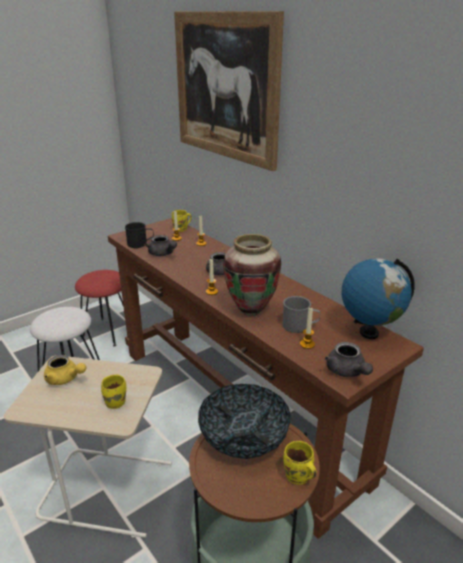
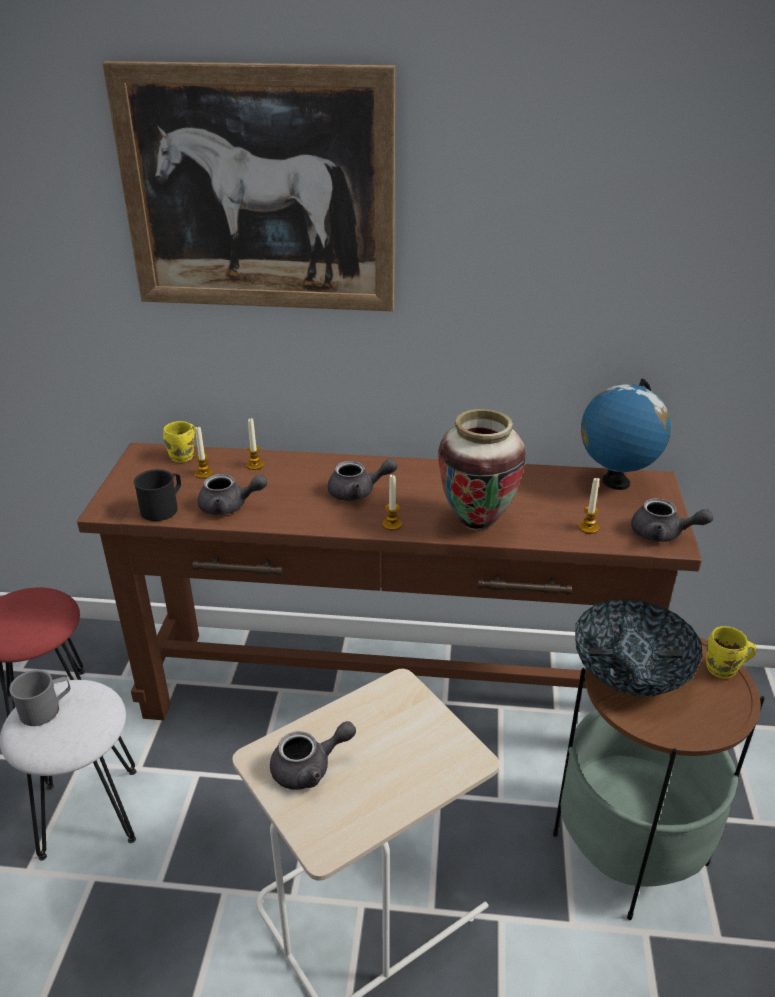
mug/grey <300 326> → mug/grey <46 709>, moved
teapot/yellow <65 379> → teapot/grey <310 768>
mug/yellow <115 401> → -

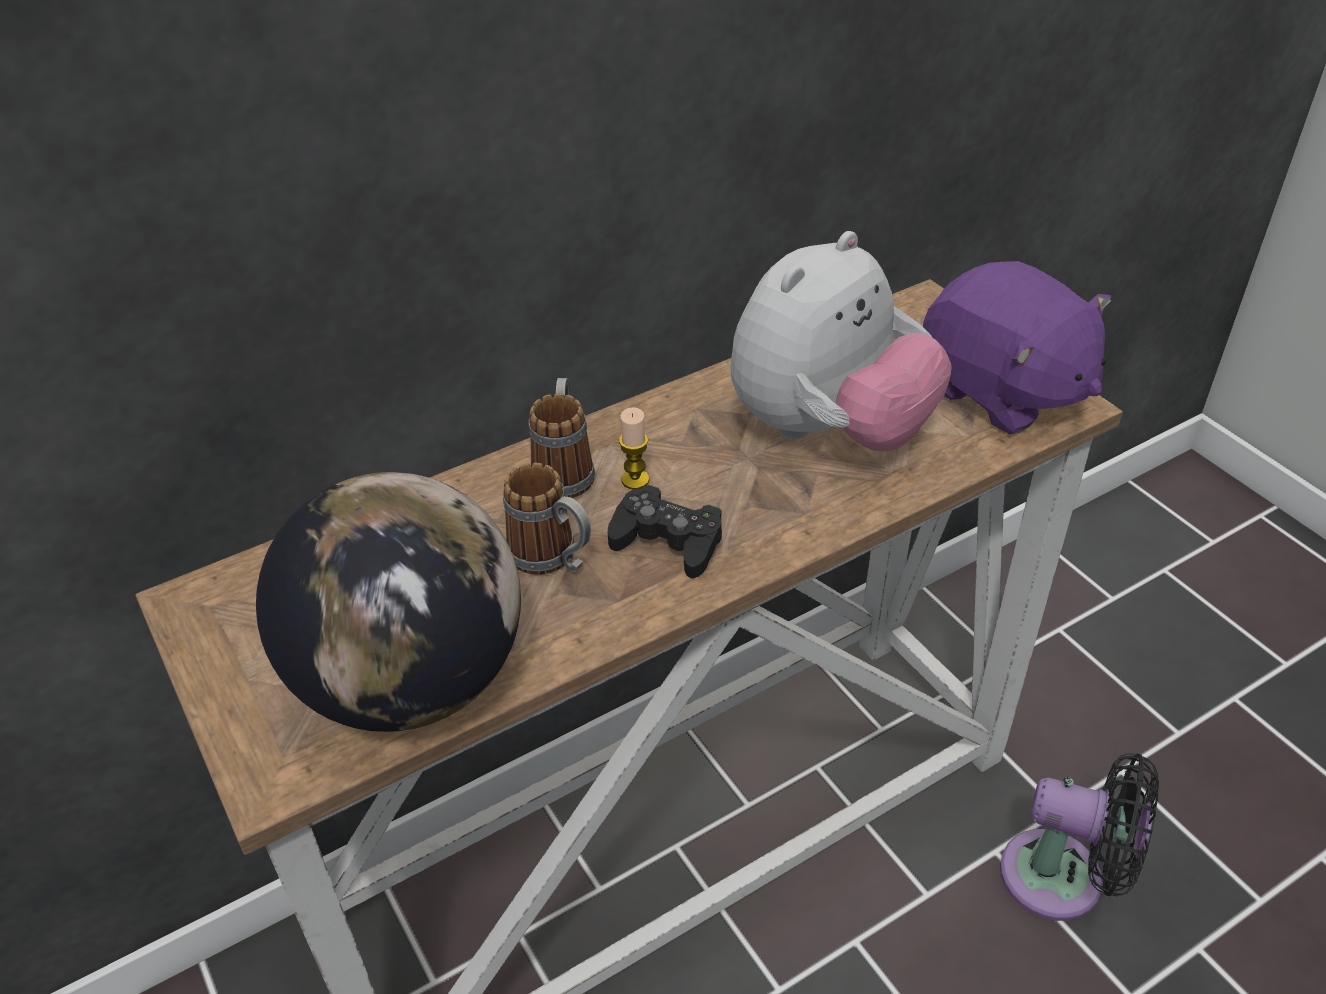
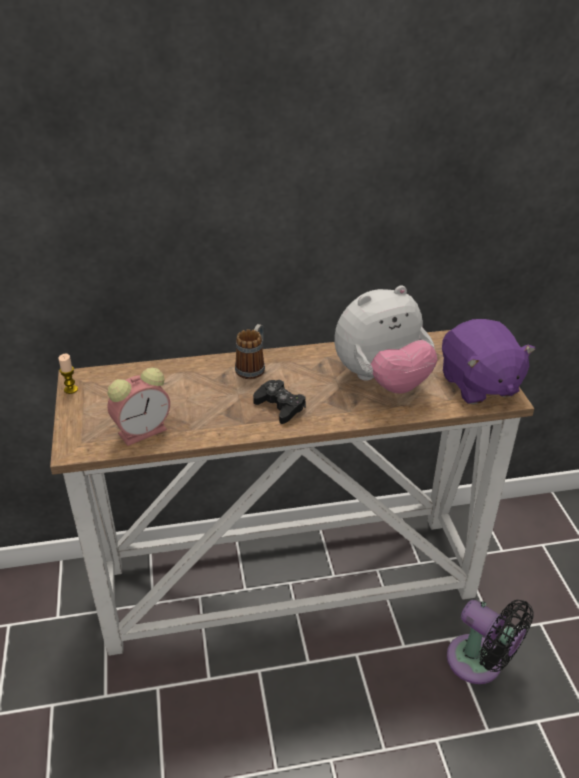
candle <635 480> → candle <71 389>, moved
globe <412 682> → alarm clock <144 430>
mug <553 559> → -

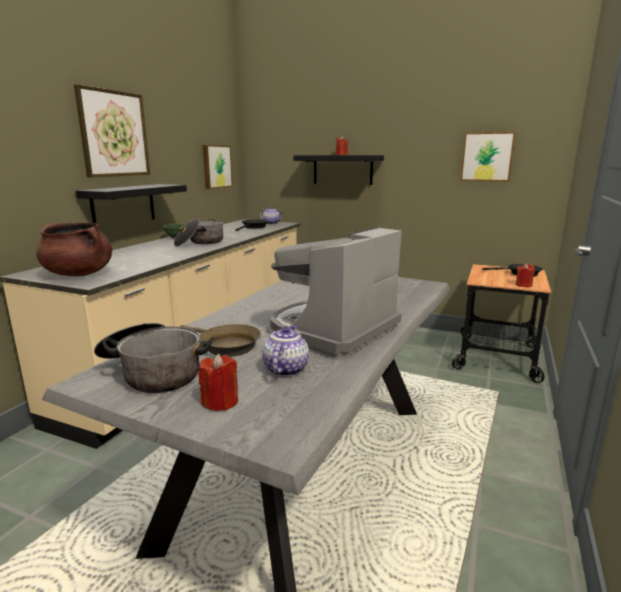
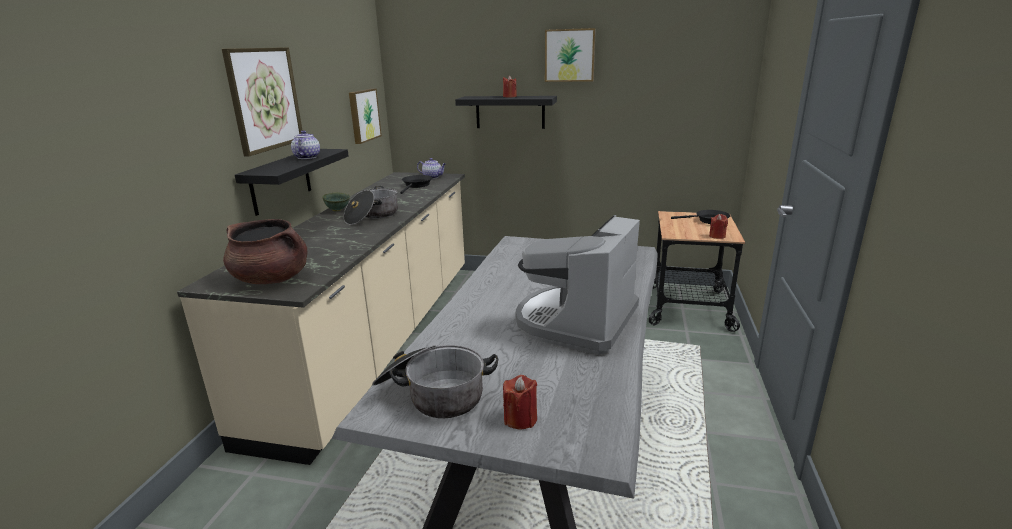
teapot <285 369> → teapot <307 157>, moved
picture <487 156> → picture <569 55>, moved
frying pan/brown <226 346> → -

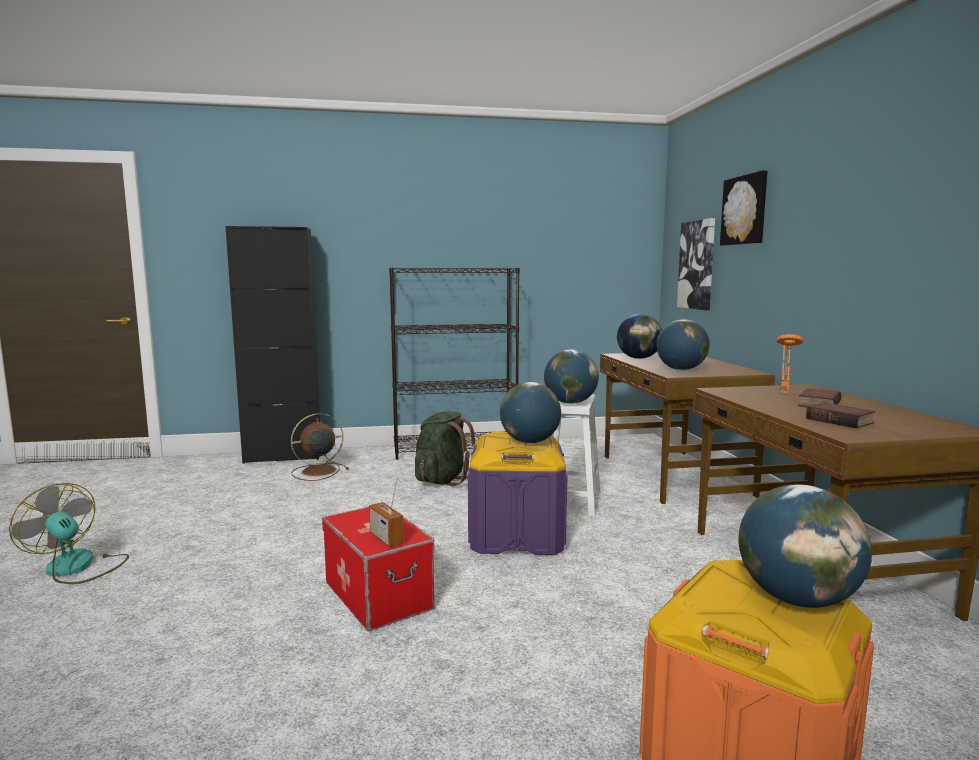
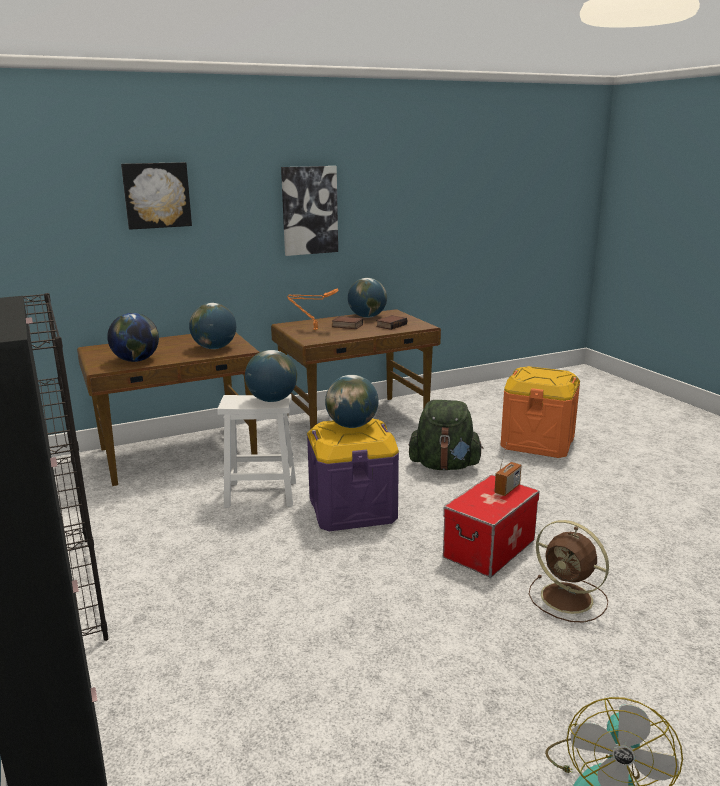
picture <697 265> → picture <309 210>, moved
globe <796 599> → globe <367 317>, moved
backpack/green <443 480> → backpack/green <444 466>, moved
fan/brown <317 471> → fan/brown <569 599>, moved

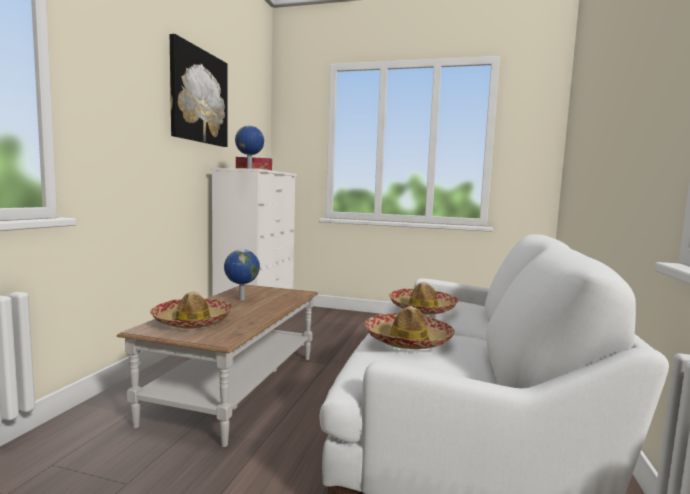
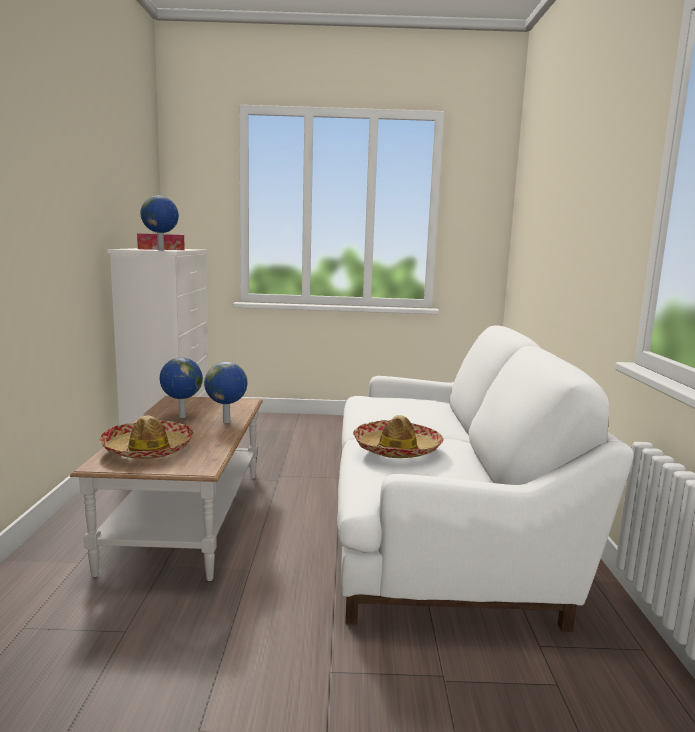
- → globe <227 422>
picture <198 96> → -
hat <422 308> → -

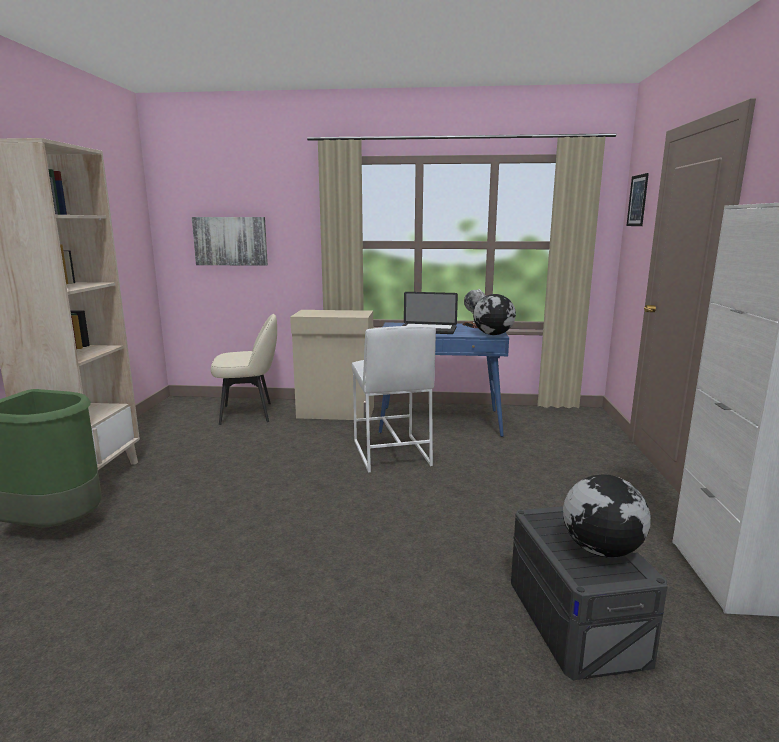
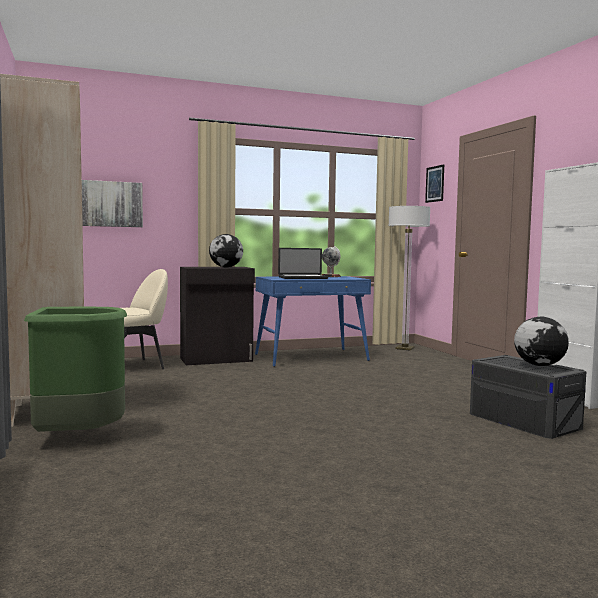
cabinet/beige <336 413> → cabinet/black <217 360>
globe <493 335> → globe <226 267>, moved
- → floor lamp <405 348>
stool/white <390 453> → -

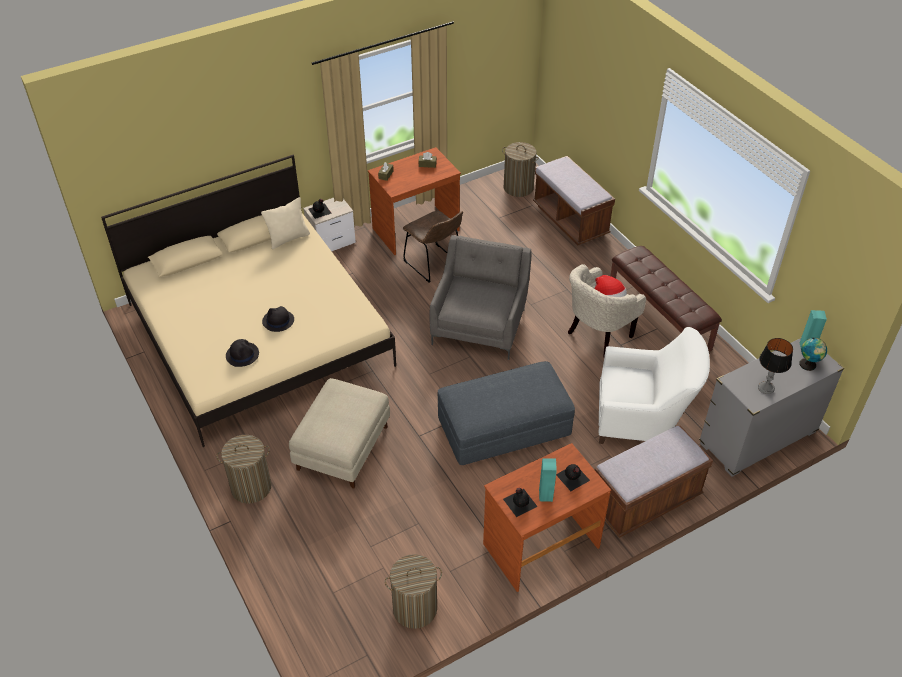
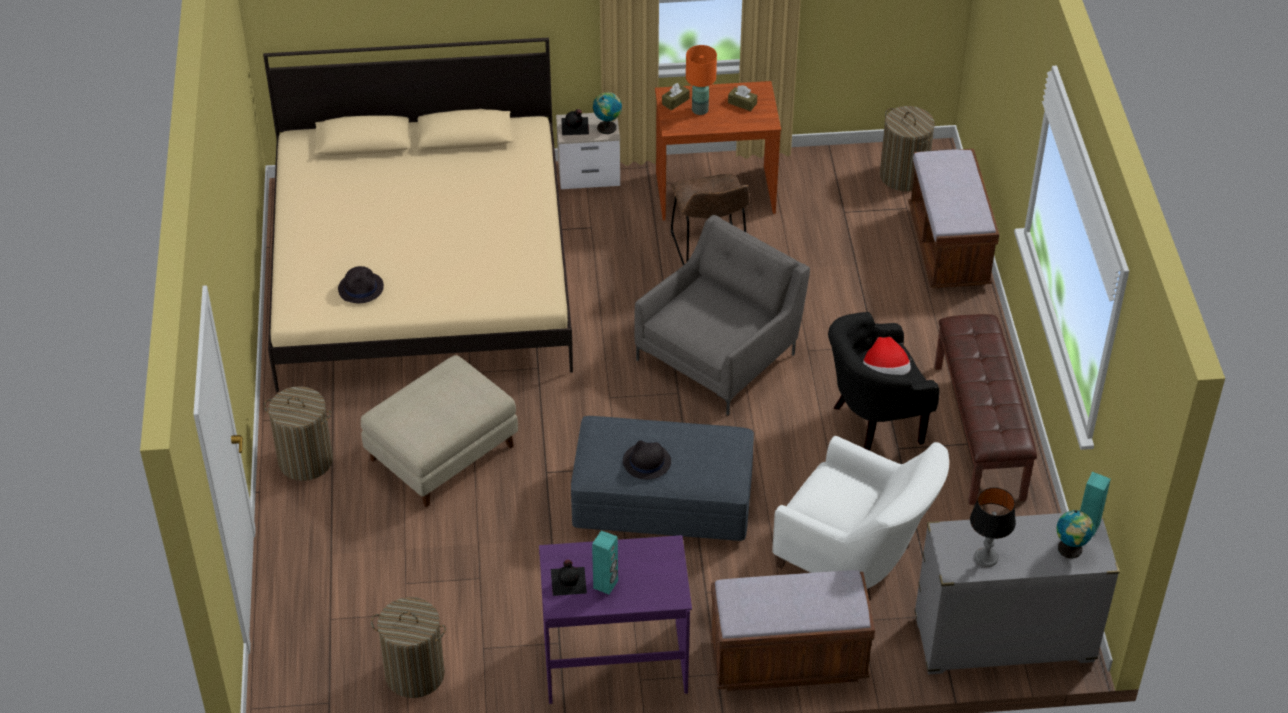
desk/brown <540 544> → desk/purple <615 661>
- → globe <607 127>
hat/black <278 321> → hat/black <646 462>, moved
- → table lamp/orange <700 109>
armchair/beige <597 336> → armchair/black <872 425>
pillow/beige <288 238> → -
bottle/black <572 478> → -

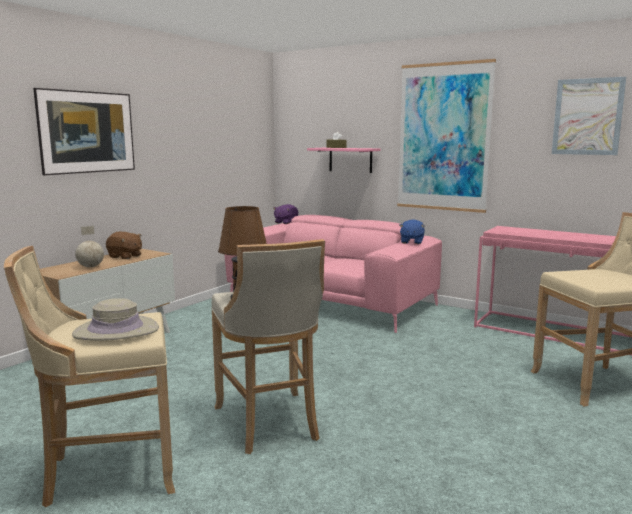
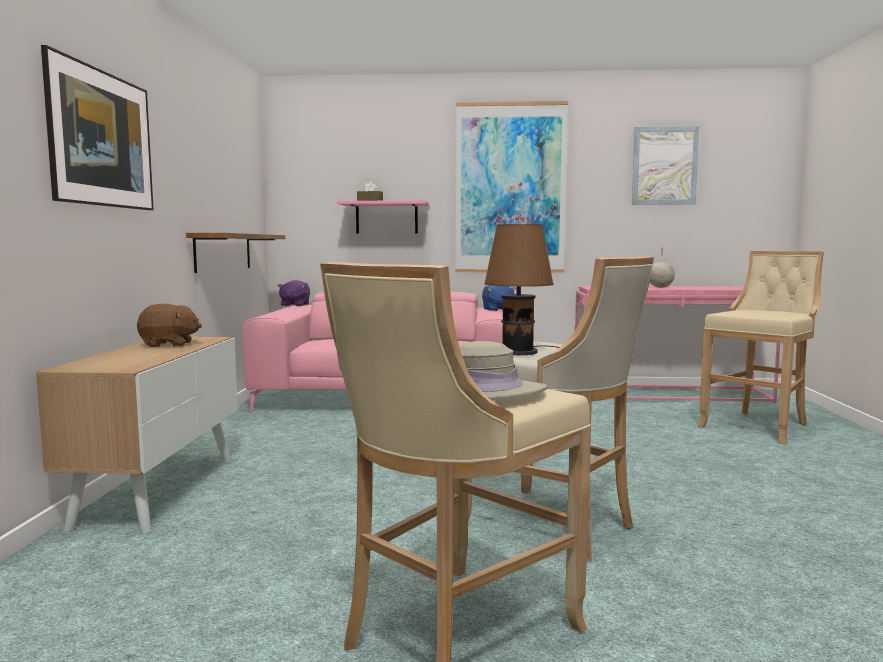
- → shelf <223 252>
globe <90 267> → globe <660 287>, moved

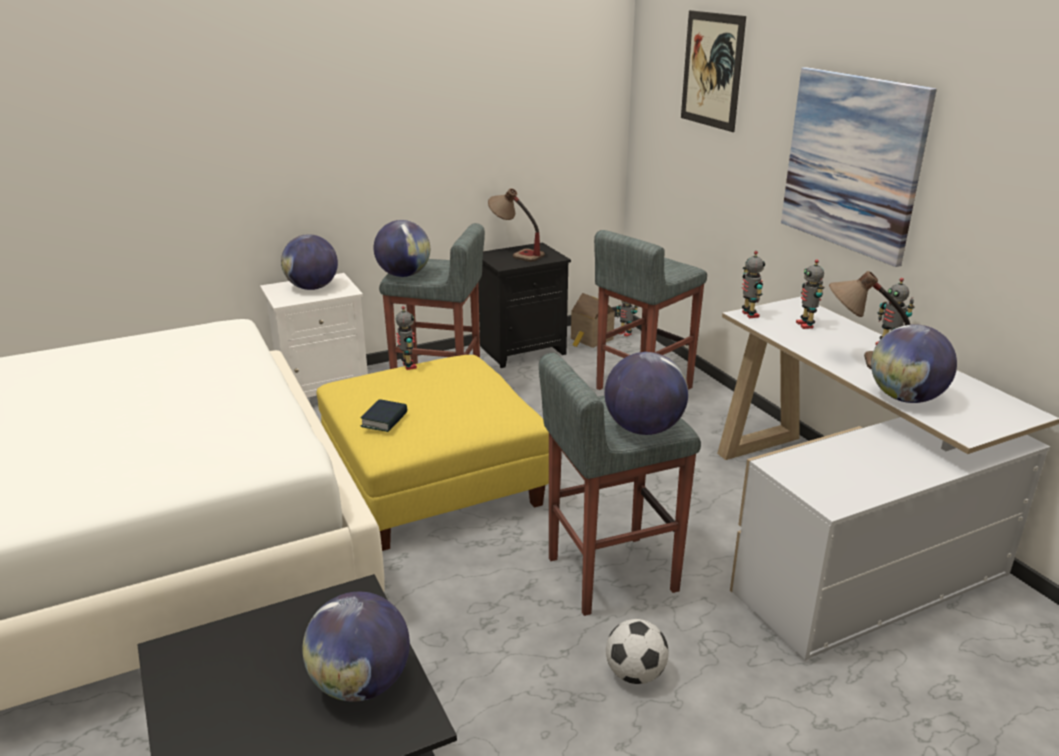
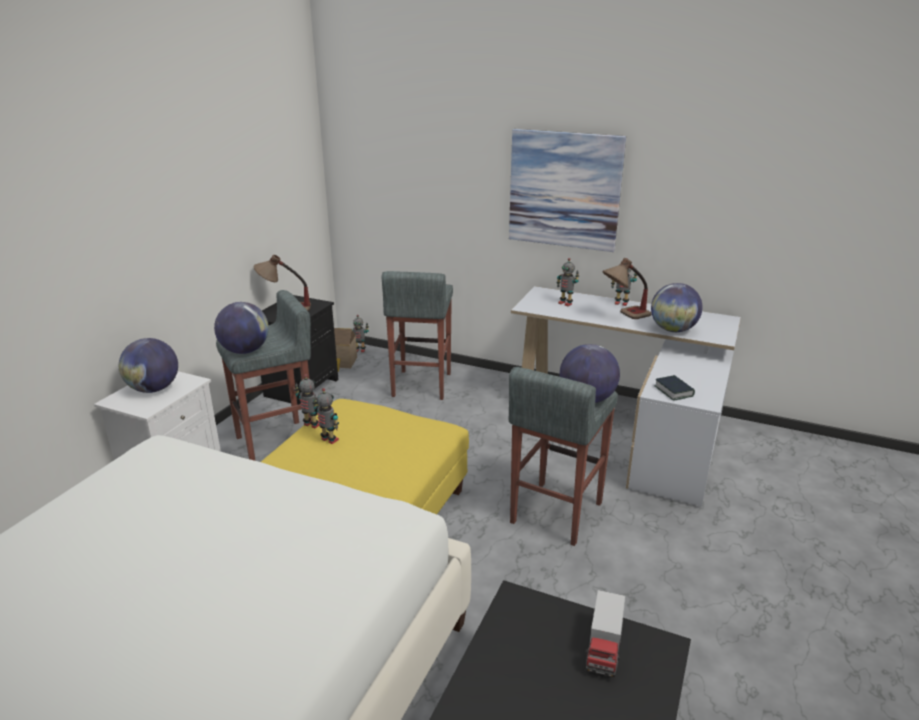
toy robot <749 315> → toy robot <329 440>, moved
globe <361 684> → toy truck <603 649>
book <384 420> → book <673 391>, moved
football <635 674> → -
picture <712 70> → -

